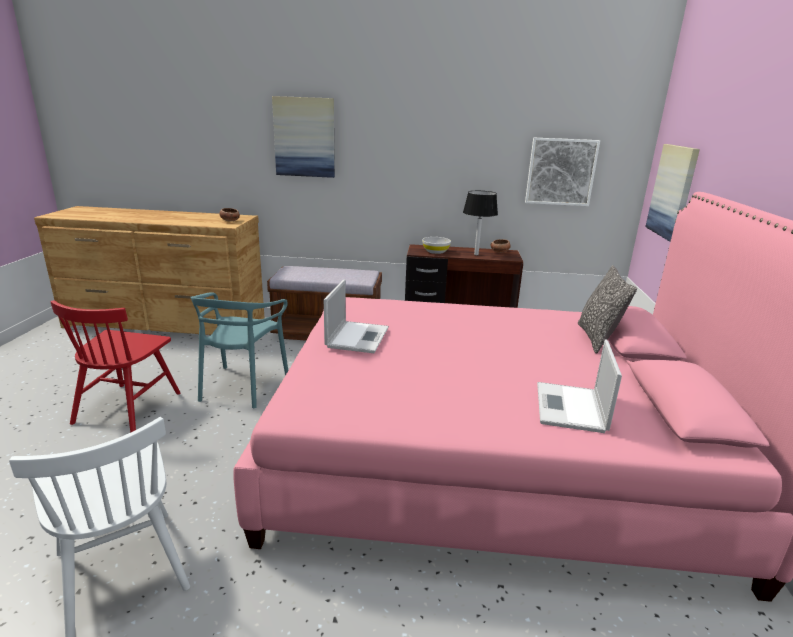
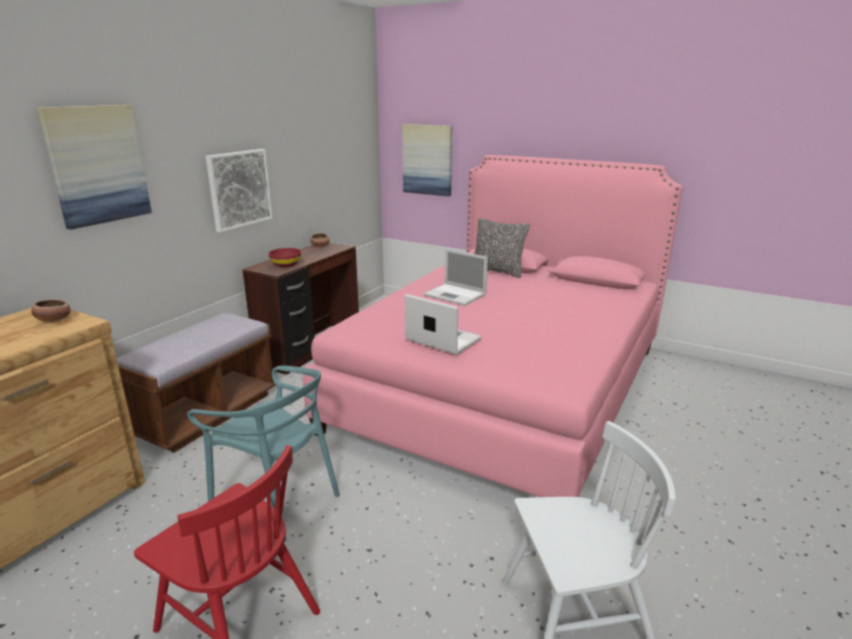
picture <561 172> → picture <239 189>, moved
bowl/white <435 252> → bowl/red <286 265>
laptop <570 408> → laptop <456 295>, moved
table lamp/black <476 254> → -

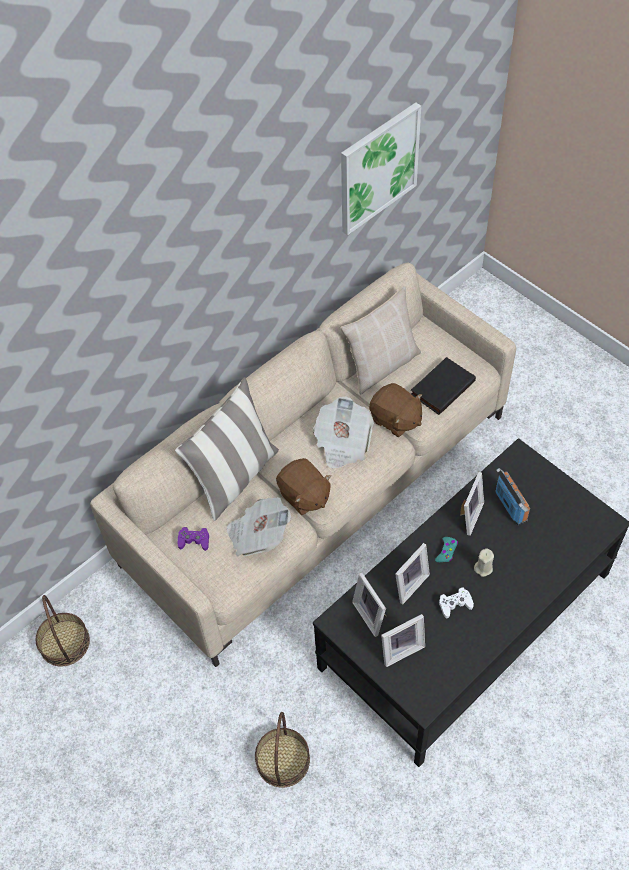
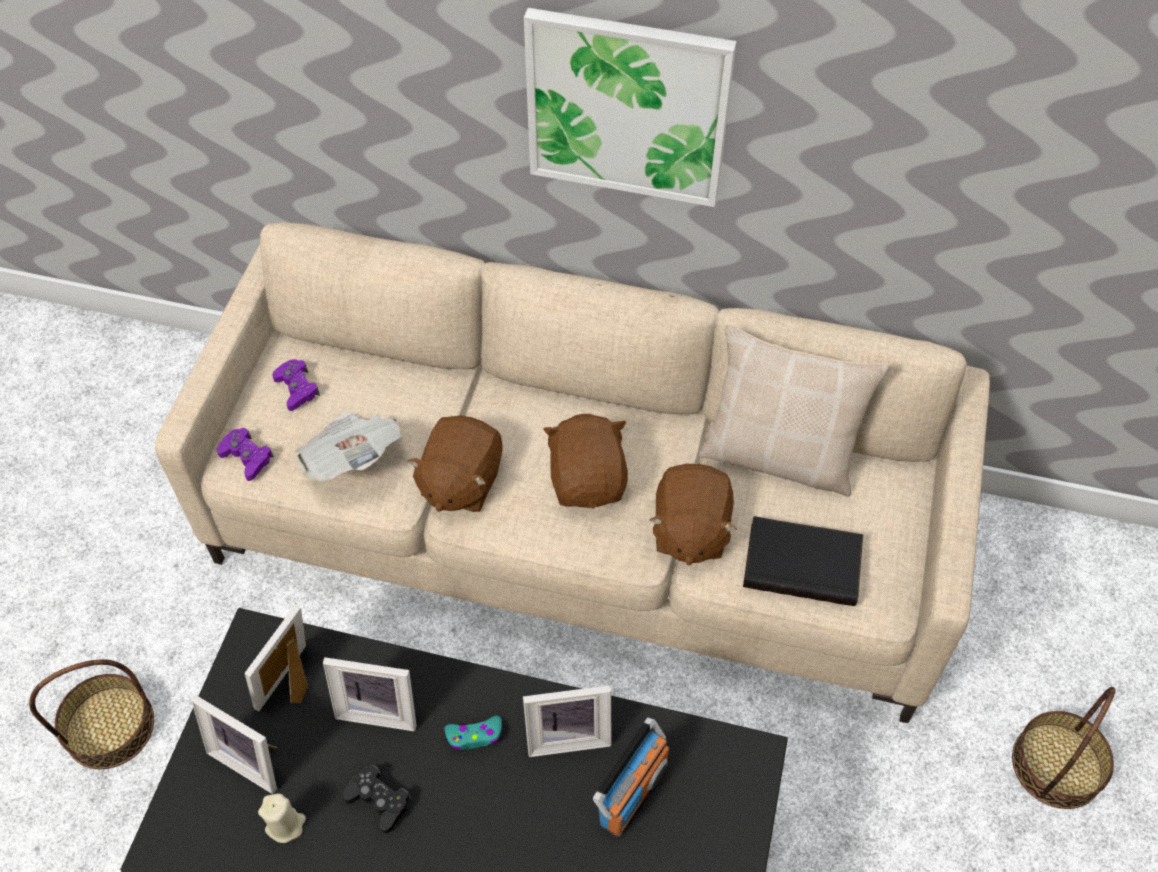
- → game controller/purple <247 457>
candle/beige <483 568> → candle/beige <285 825>, moved
game controller/white <455 604> → game controller/black <378 800>
picture <378 168> → picture <627 107>, moved
newspaper <342 443> → plush toy/brown <588 480>
basket <65 643> → basket <1057 765>, moved
pillow <234 476> → -

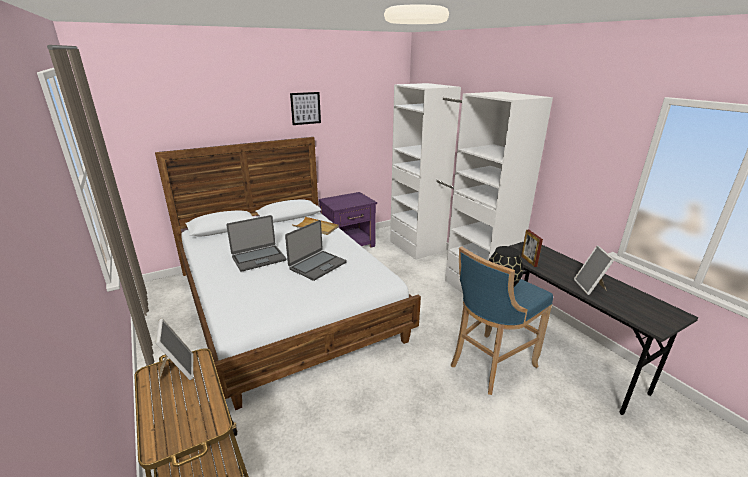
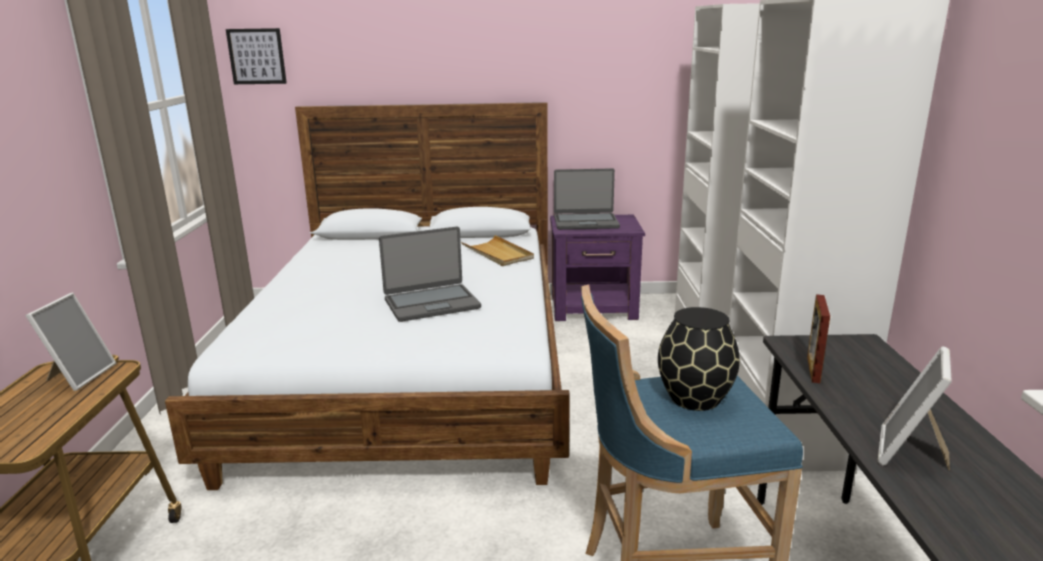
picture <305 108> → picture <256 56>, moved
laptop <258 258> → laptop <585 222>, moved

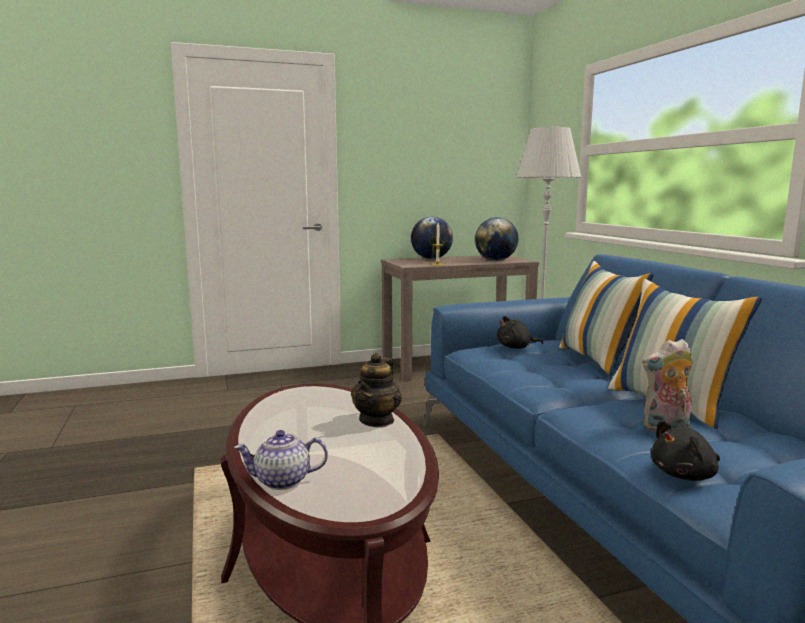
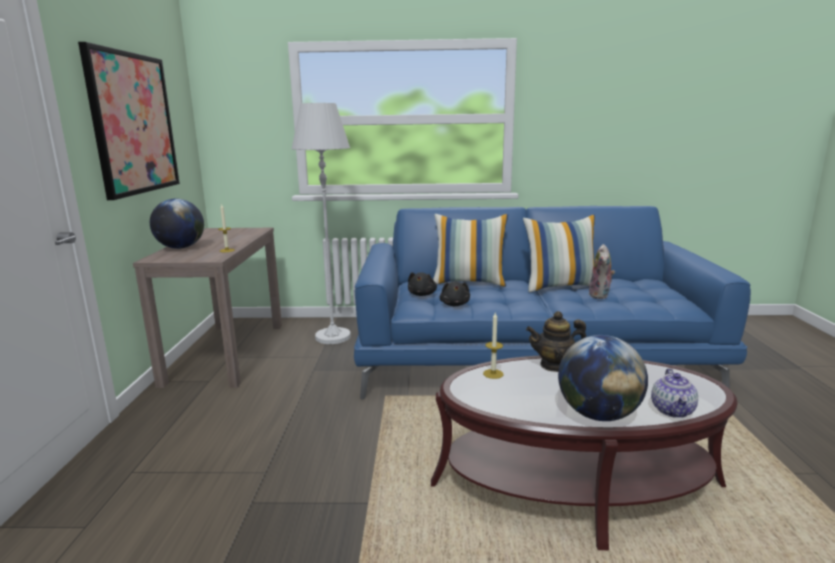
- → picture <133 124>
plush toy/black <685 475> → plush toy/black <455 304>, moved
- → candle <493 374>
teapot <377 420> → teapot <555 365>, 135 degrees clockwise
globe <495 260> → globe <598 415>, moved

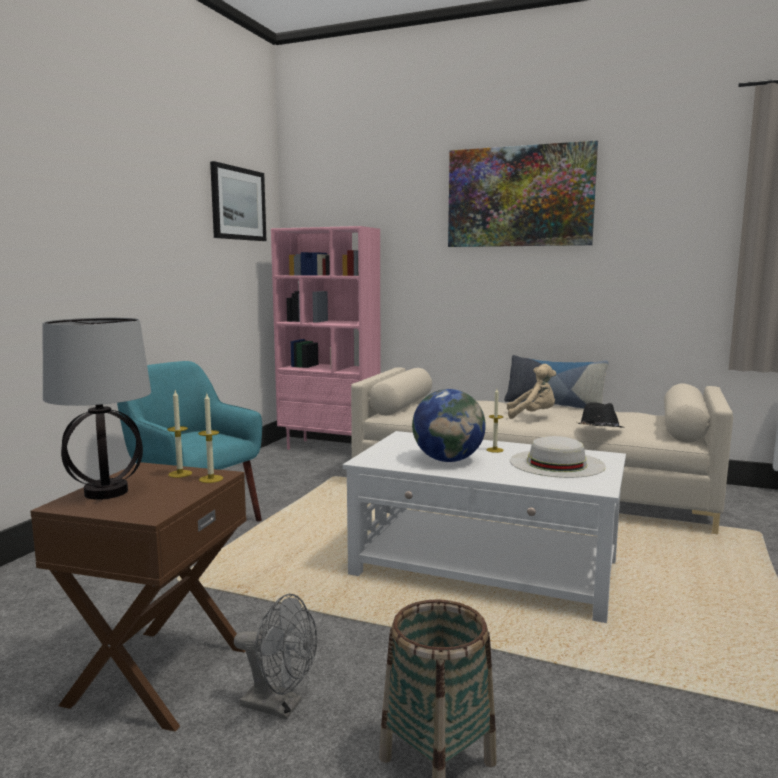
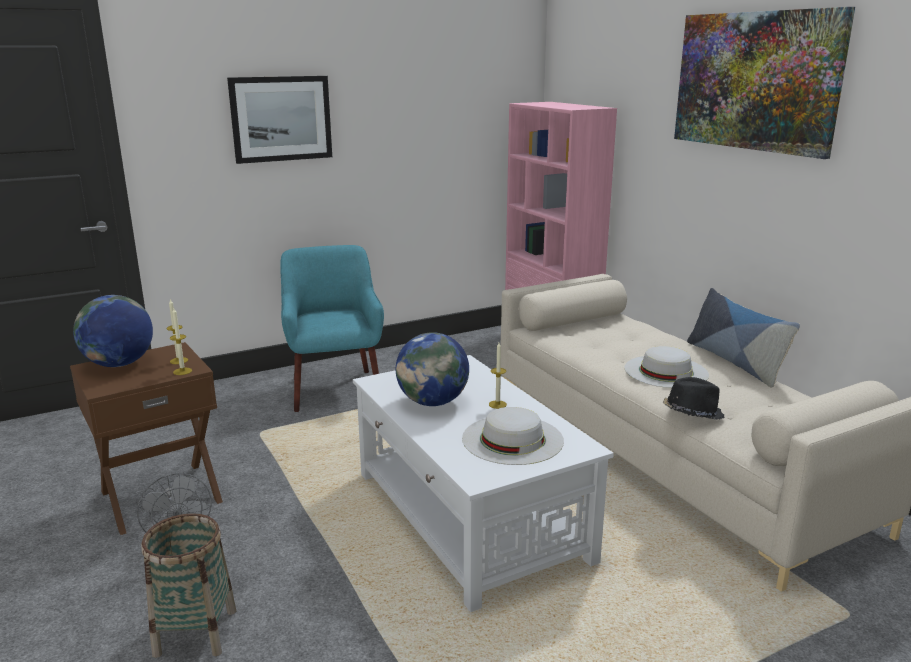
table lamp <107 493> → globe <119 364>
picture <238 204> → picture <281 118>, moved
plush toy/beige <533 415> → hat/white <665 371>

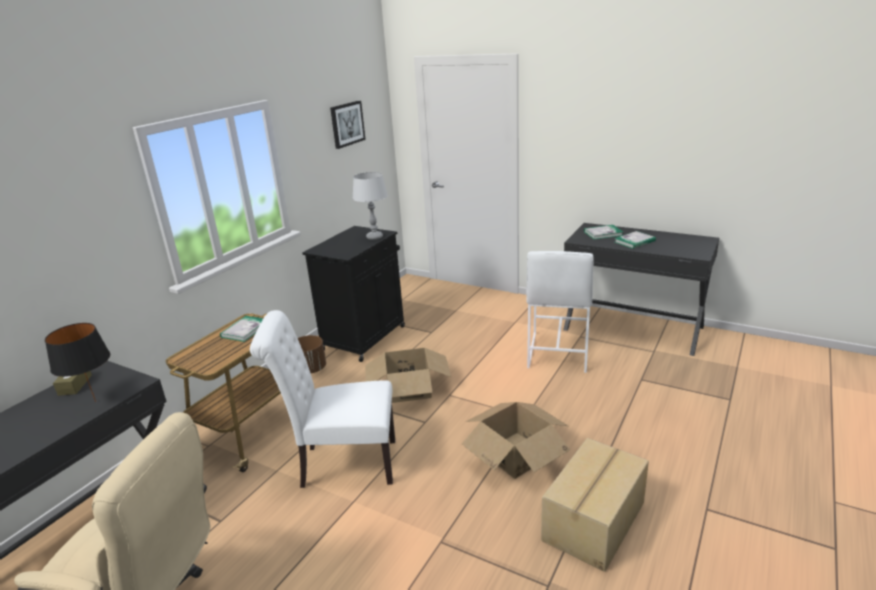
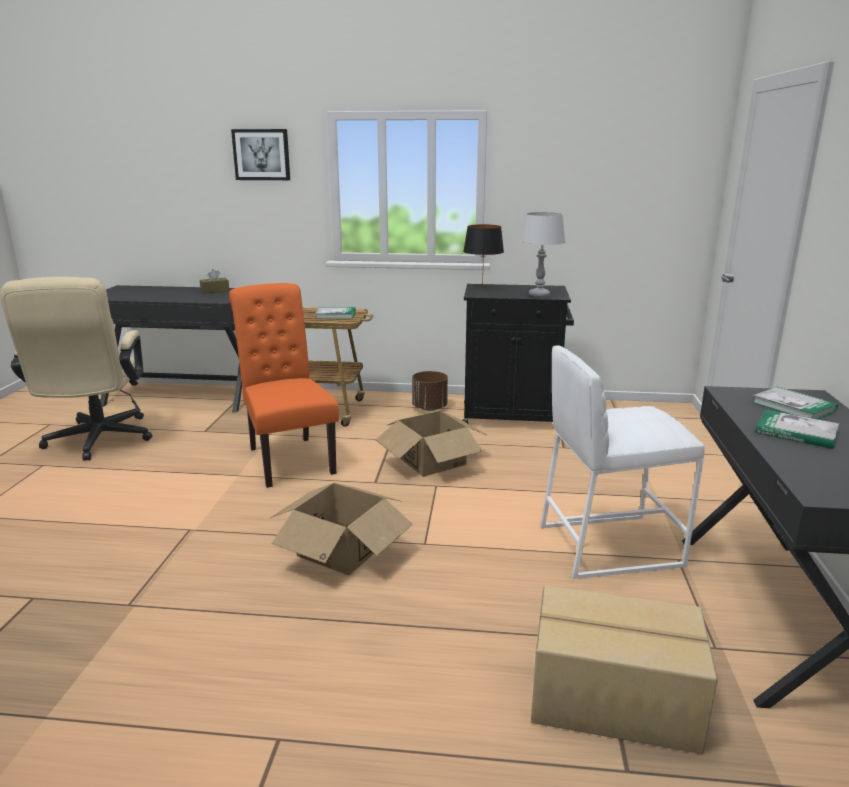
chair/white <342 464> → chair/orange <288 458>
picture <347 124> → picture <261 154>, moved
table lamp/black <96 401> → table lamp/black <482 288>, moved
cardboard box <595 521> → cardboard box <614 700>, moved

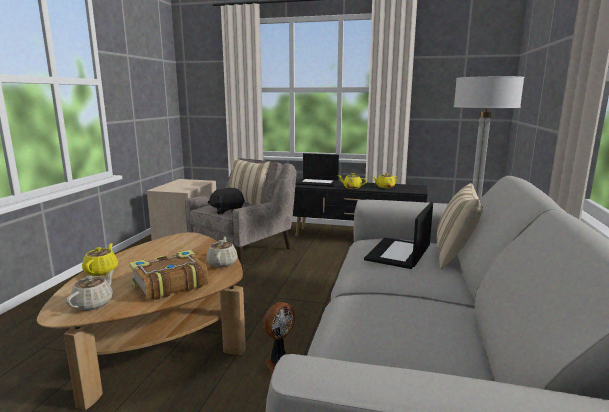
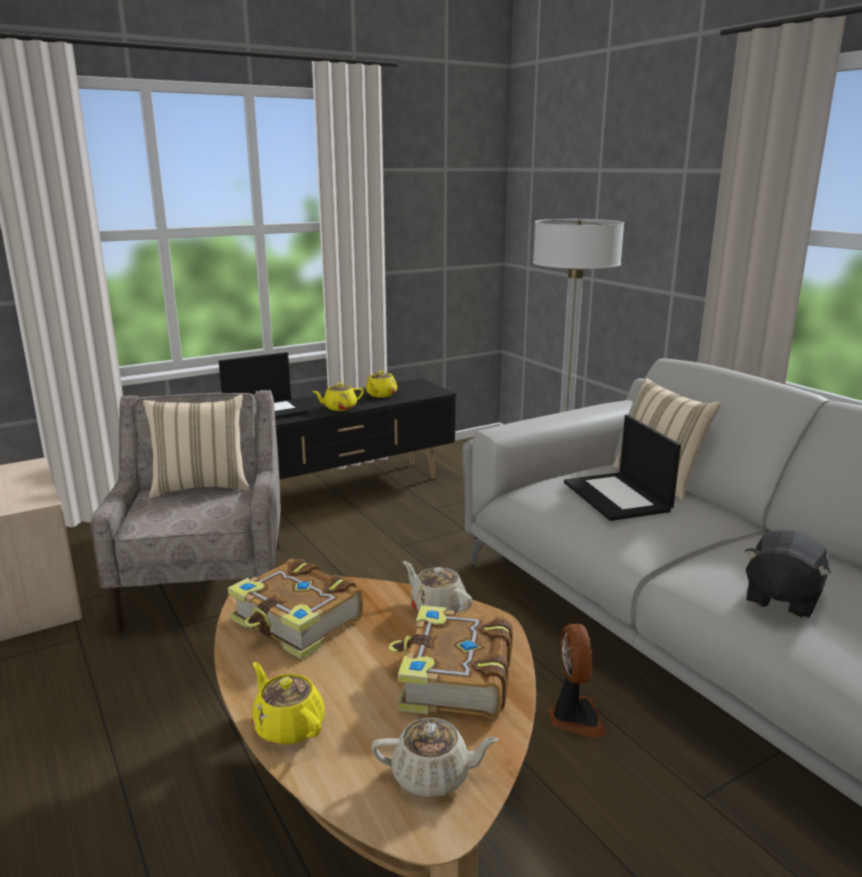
- → book <297 622>
teapot/beige <93 303> → teapot/beige <433 776>, 120 degrees clockwise
plush toy/black <227 211> → plush toy/black <781 598>, moved

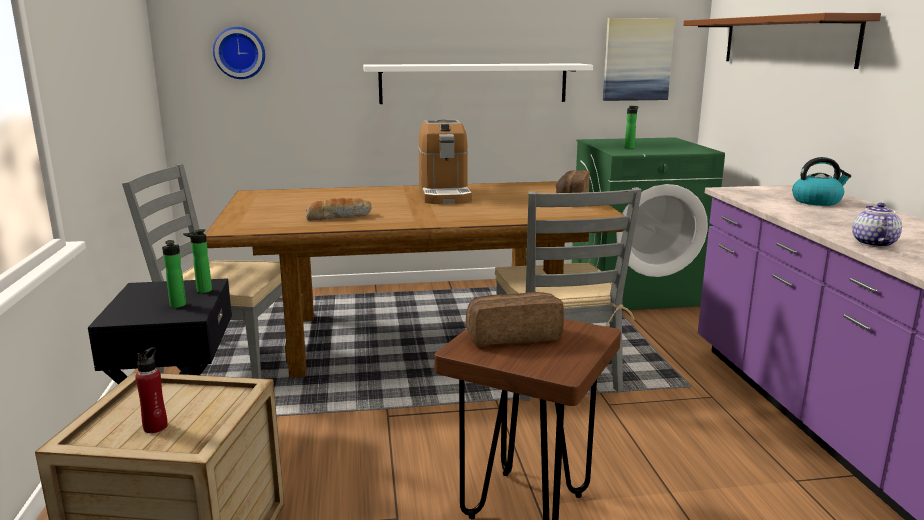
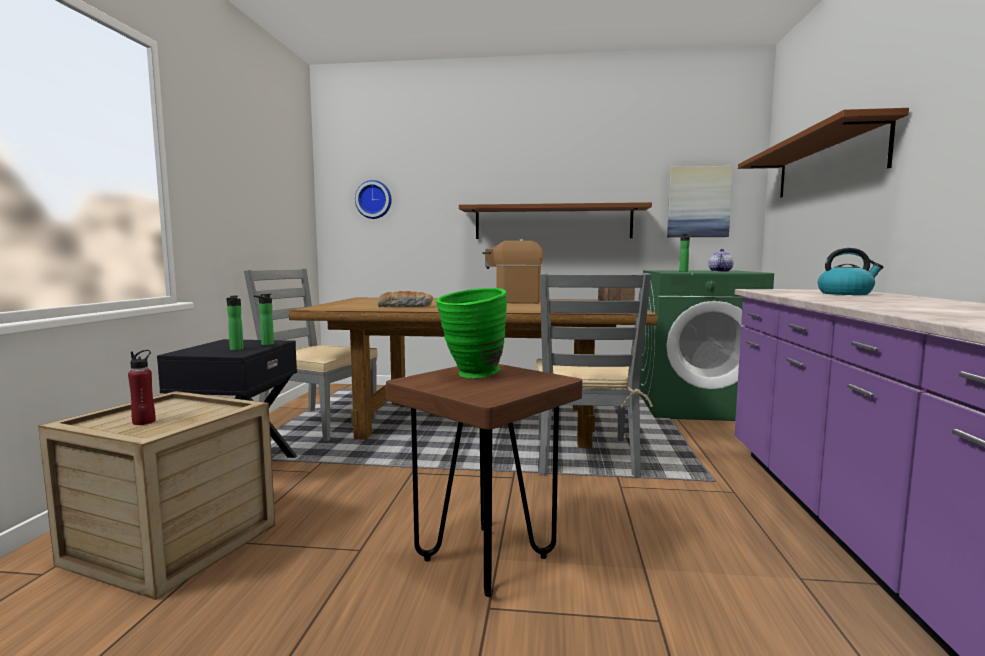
bread <513 336> → vase/green <472 376>
shelf/white <473 83> → shelf/brown <553 222>
coffee machine <444 194> → coffee machine <508 301>, 90 degrees clockwise
teapot <872 243> → teapot <719 271>, moved

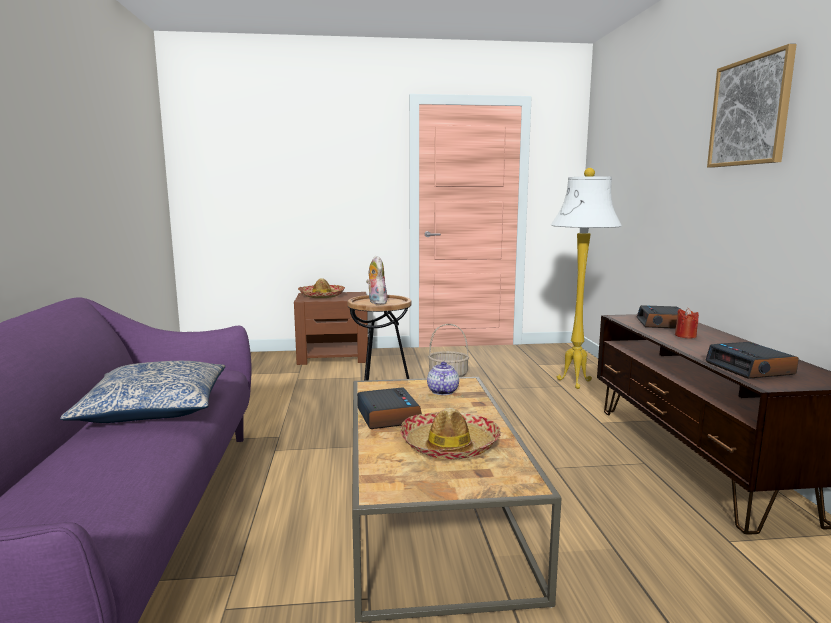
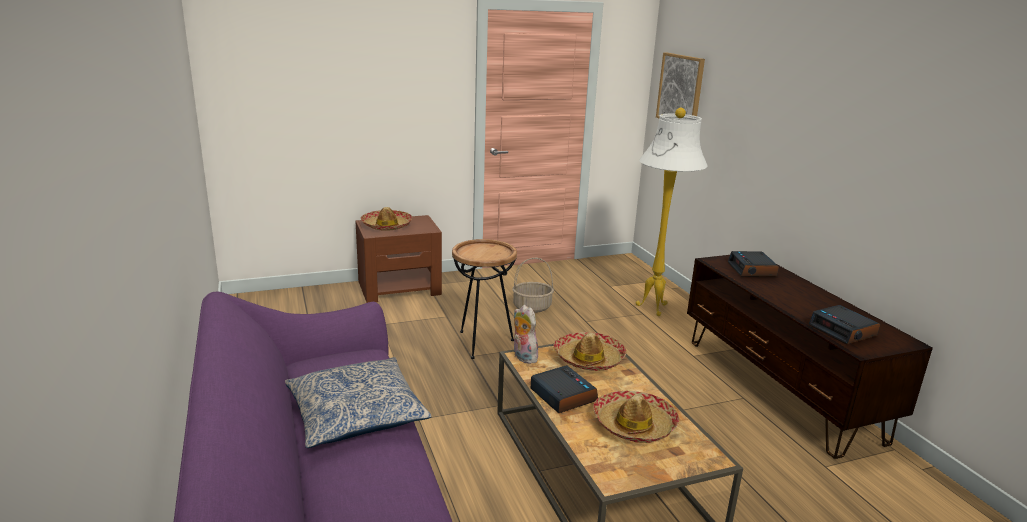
plush toy <376 302> → plush toy <523 357>, moved
teapot <442 391> → hat <589 359>
picture <750 112> → picture <680 89>, moved
candle/red <685 336> → -

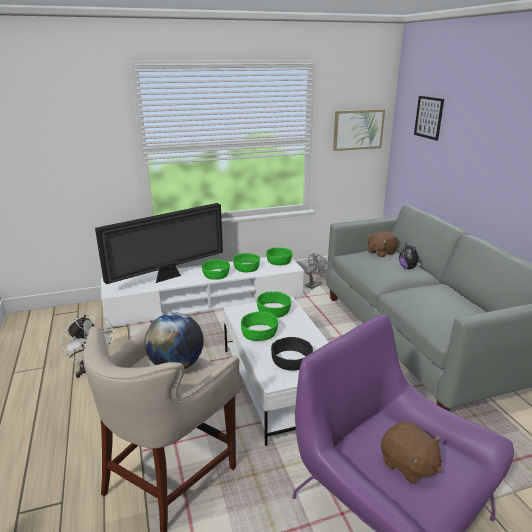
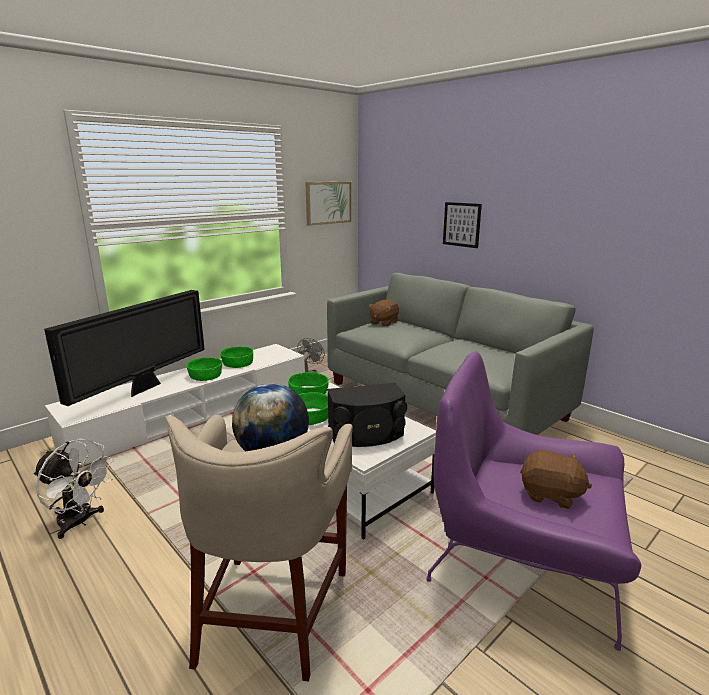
bowl/black <292 360> → speaker/black <367 434>
picture <428 117> → picture <461 224>, moved
bowl/green <279 261> → -
plush toy <408 268> → -

